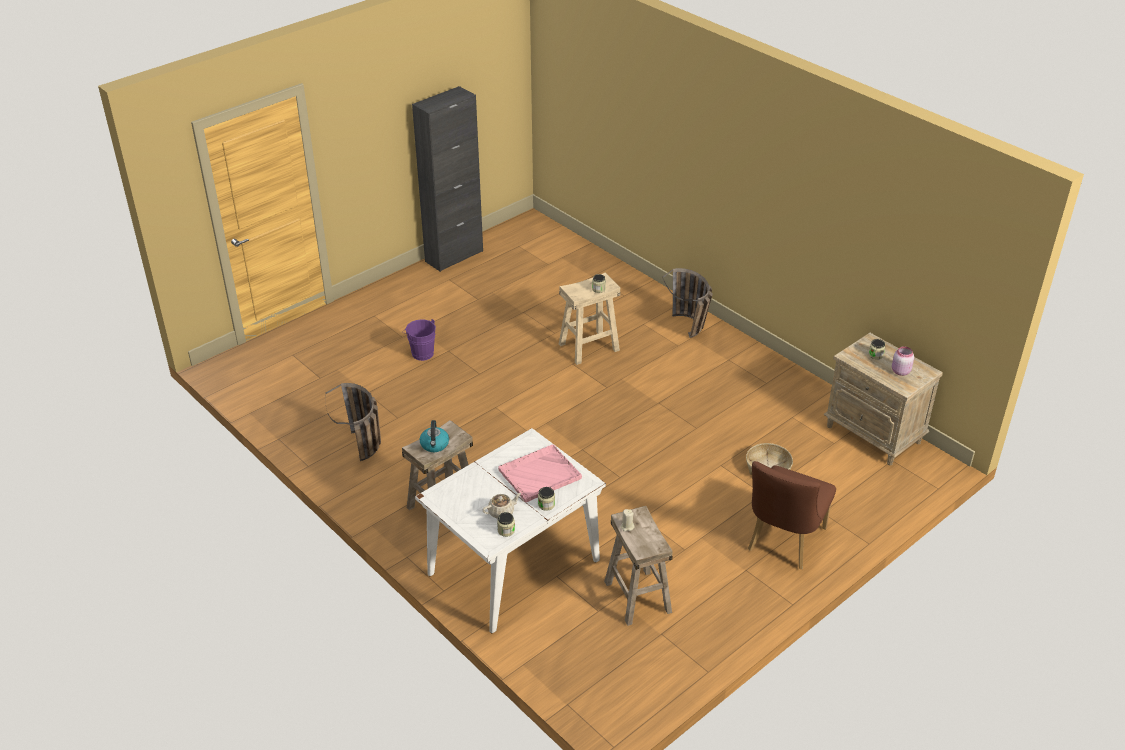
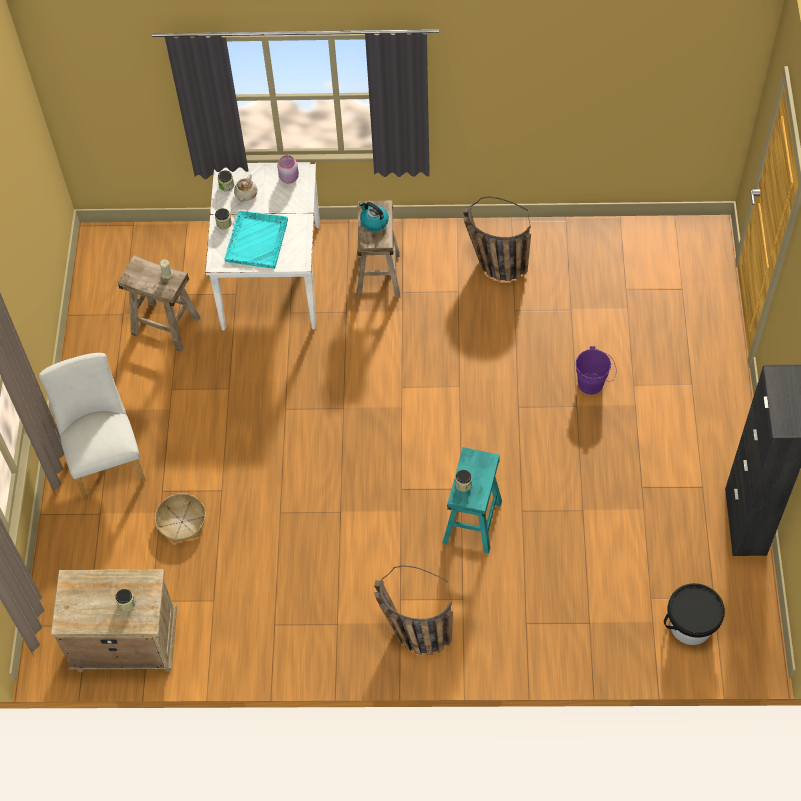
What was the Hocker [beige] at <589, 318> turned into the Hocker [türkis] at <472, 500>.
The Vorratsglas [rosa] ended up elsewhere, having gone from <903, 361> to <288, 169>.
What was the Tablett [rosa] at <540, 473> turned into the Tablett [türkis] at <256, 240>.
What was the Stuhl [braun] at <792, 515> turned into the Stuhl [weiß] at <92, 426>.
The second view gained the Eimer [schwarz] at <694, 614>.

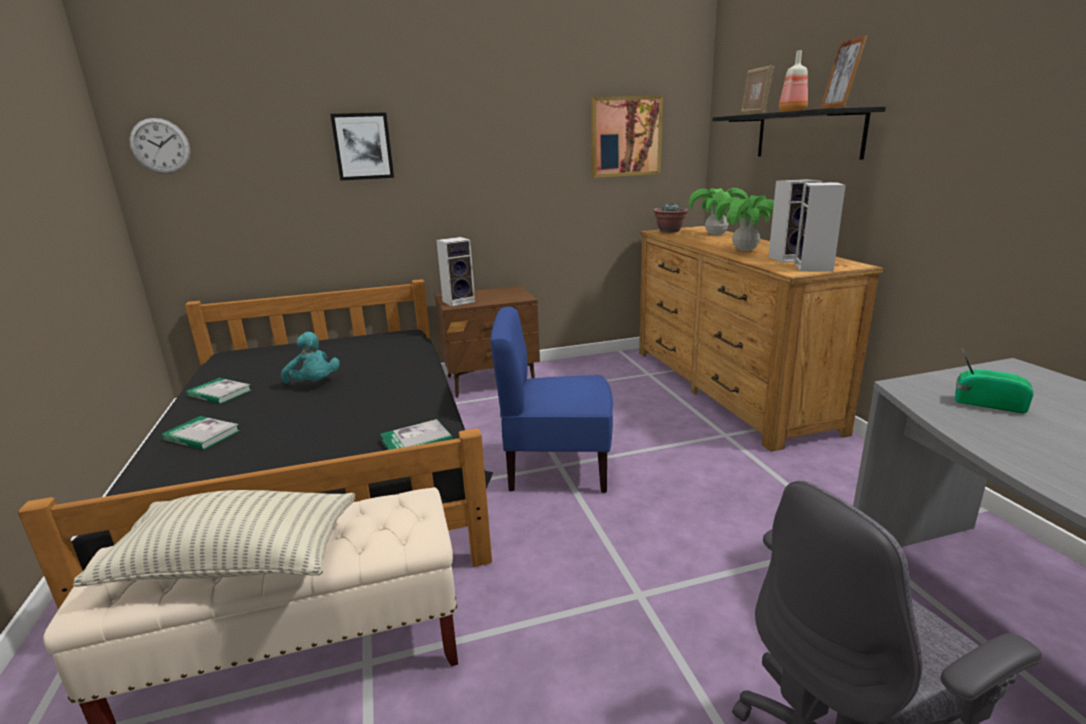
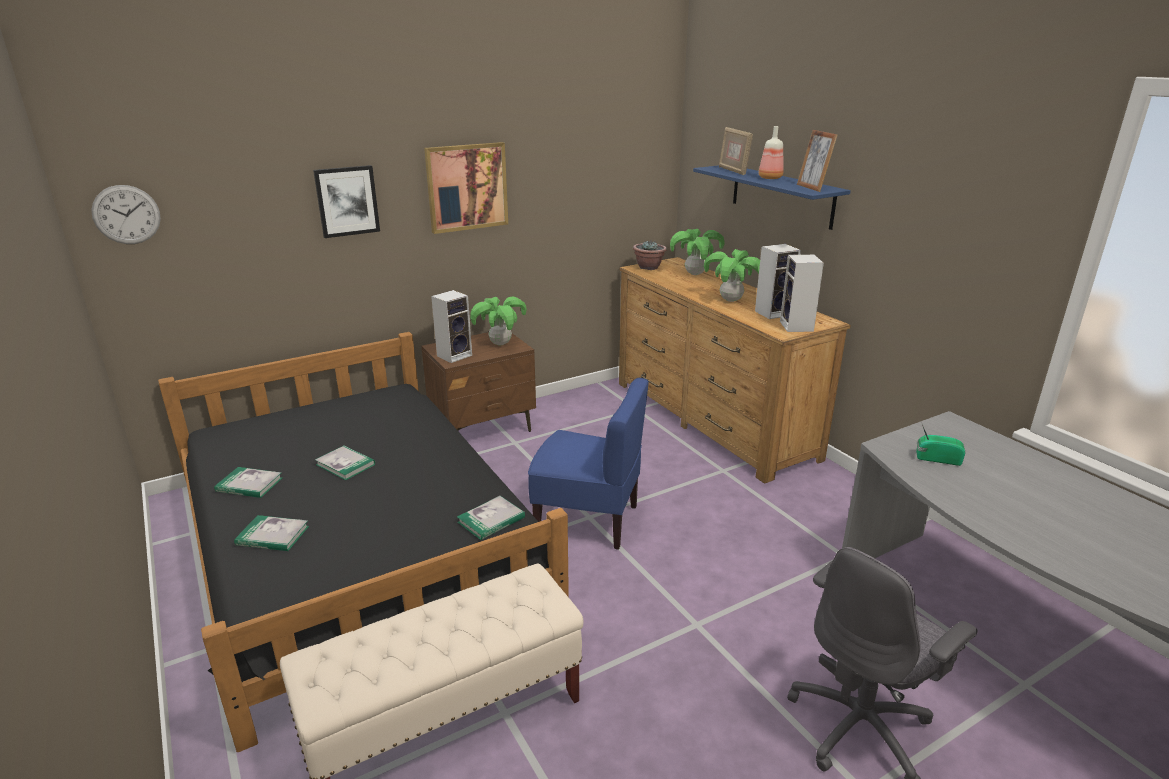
The Bild ended up elsewhere, having gone from <627, 137> to <466, 188>.
What was the Wandregal [schwarz] at <799, 132> turned into the Wandregal [blau] at <772, 197>.
The Stuhl [blau] at <551, 400> ended up facing another way, 150 degrees counterclockwise from before.
Where the Plüschtier [türkis] stood at <310, 358>, the Buch came to stand at <345, 463>.
The second view lost the Kissen at <214, 538>.
The second view gained the Topfpflanze at <498, 320>.

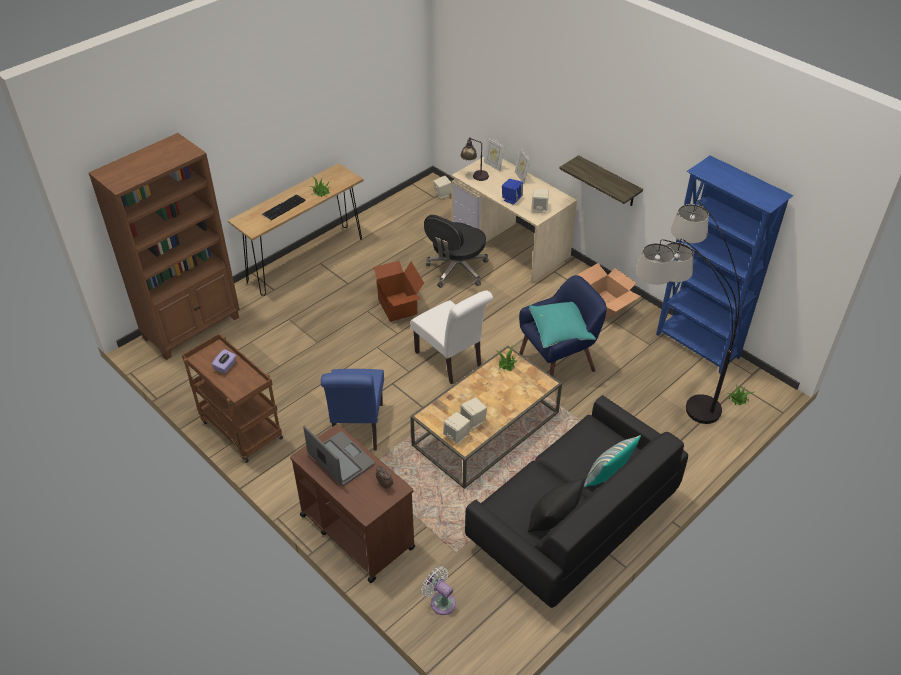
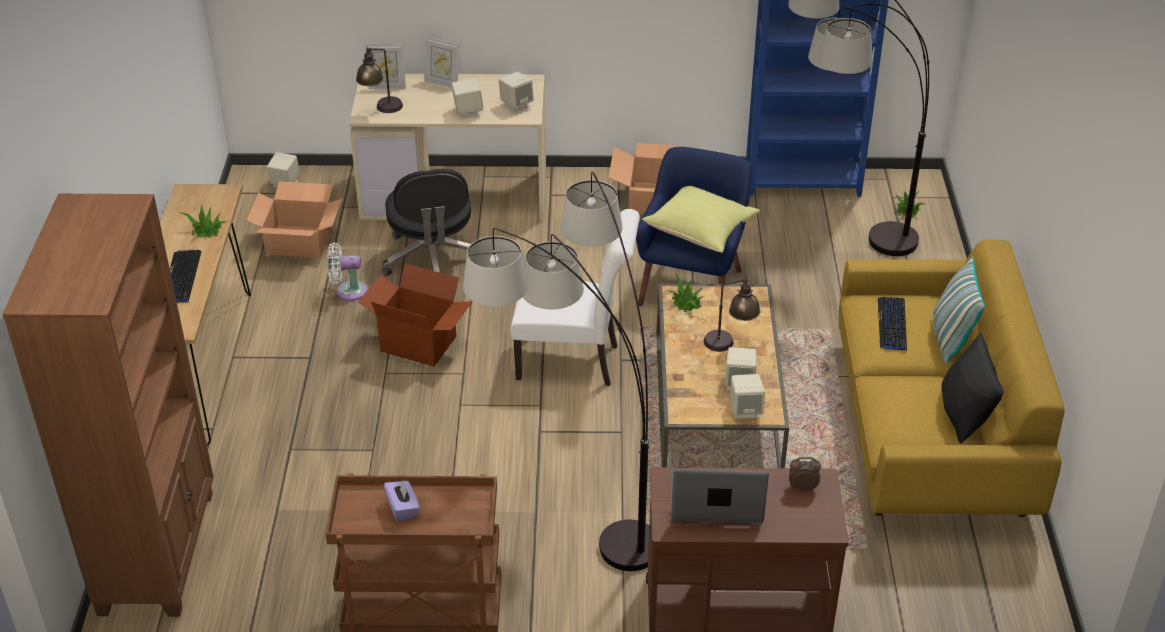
The second view lost the Wandregal at <601, 180>.
What was the Lautsprecher [blau] at <512, 192> turned into the Lautsprecher [beige] at <467, 98>.
What was the Kissen [türkis] at <562, 325> turned into the Kissen [gelb] at <701, 219>.
Where the Stuhl [blau] stood at <352, 410>, the Stehlampe came to stand at <556, 371>.
What was the Sofa [schwarz] at <576, 501> turned into the Sofa [gelb] at <952, 378>.
The Ventilator [weiß] ended up elsewhere, having gone from <439, 590> to <347, 271>.
The second view gained the Karton at <294, 219>.
The second view gained the Tischlampe at <732, 314>.
The second view gained the Tastatur at <892, 324>.

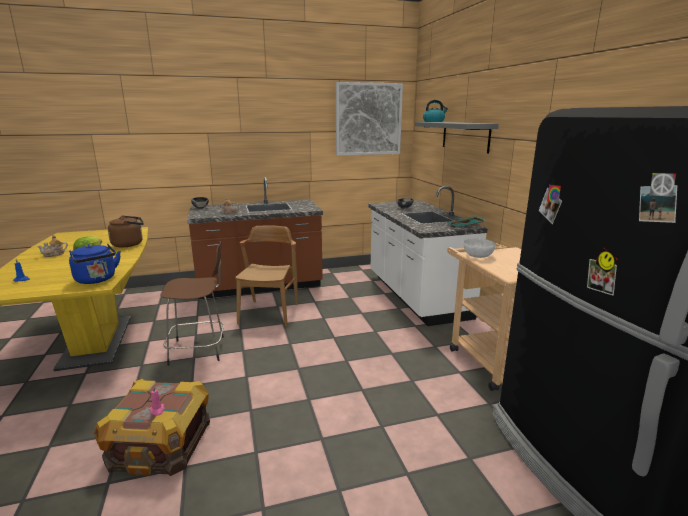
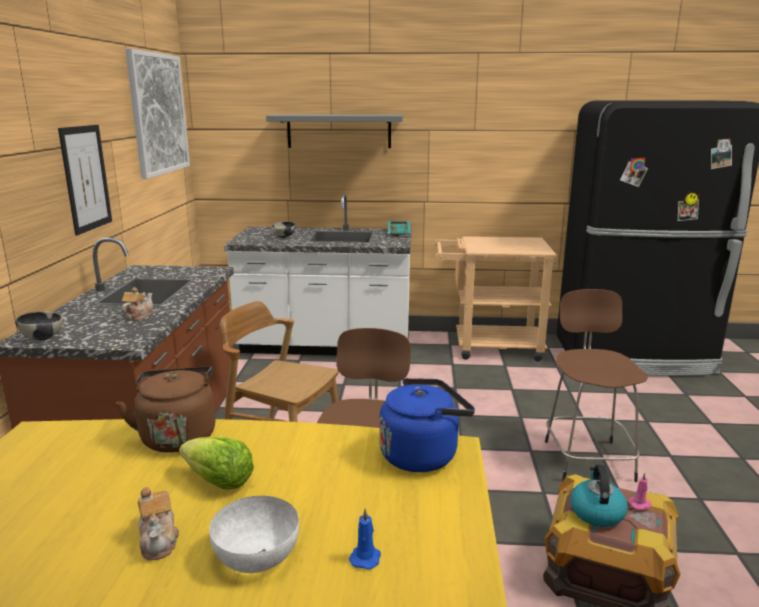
The Wasserkessel ended up elsewhere, having gone from <435, 111> to <599, 495>.
The Schüssel [weiß] ended up elsewhere, having gone from <479, 248> to <254, 534>.
The second view gained the Bild at <85, 180>.
The second view gained the Hocker [braun] at <596, 385>.

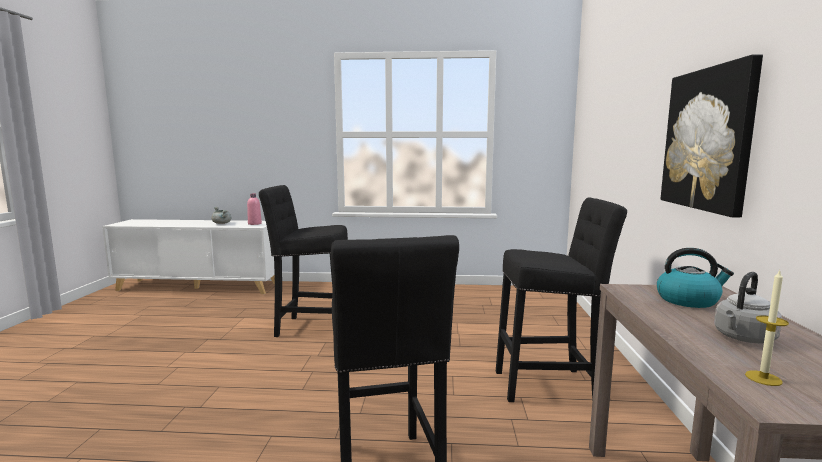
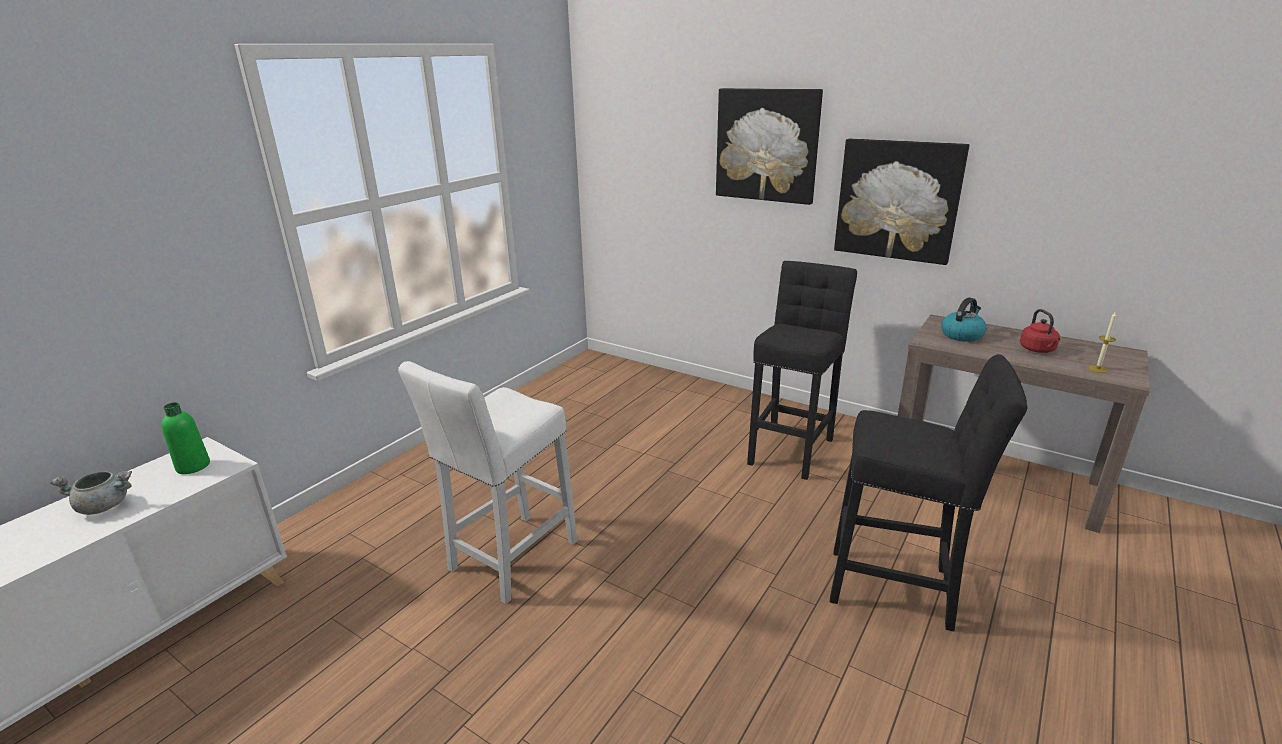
What was the Hocker [schwarz] at <303, 261> turned into the Hocker [weiß] at <487, 482>.
What was the Flasche [rosa] at <254, 209> turned into the Flasche [grün] at <185, 438>.
What was the Wasserkessel [grau] at <748, 307> turned into the Wasserkessel [rot] at <1040, 331>.
The second view gained the Bild at <769, 146>.

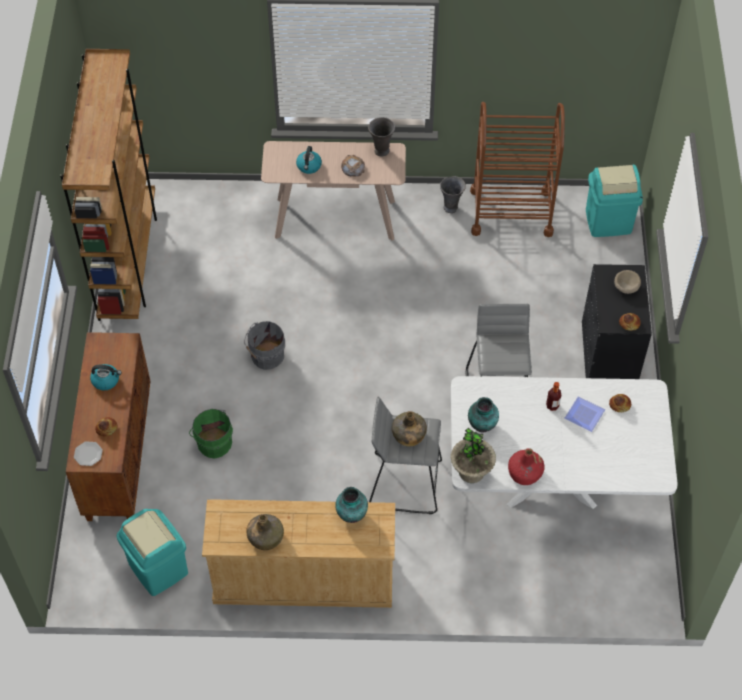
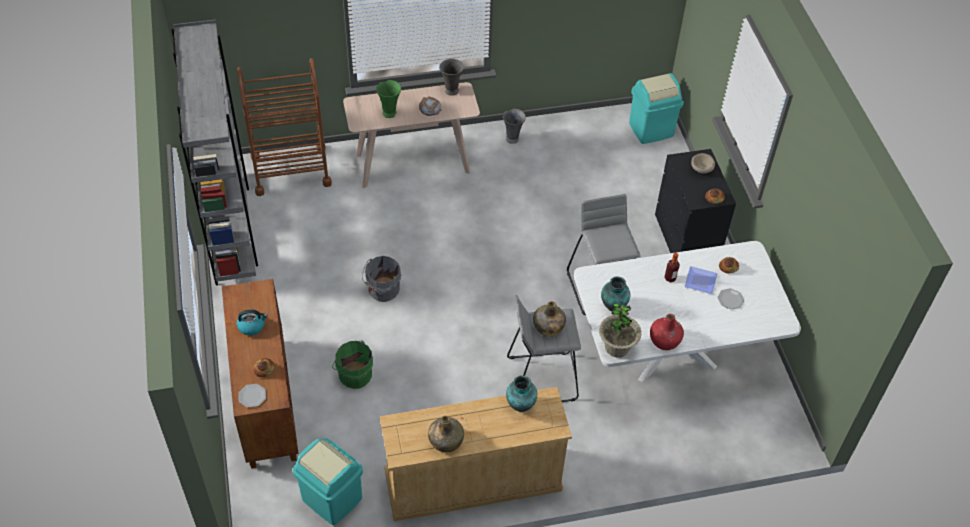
What was the Bücherregal [braun] at <108, 185> turned into the Bücherregal [grau] at <214, 152>.
The Rollwagen [braun] ended up elsewhere, having gone from <517, 169> to <284, 127>.
Where the Wasserkessel stood at <309, 160>, the Vase [grün] came to stand at <388, 99>.
The second view gained the Teller at <730, 299>.

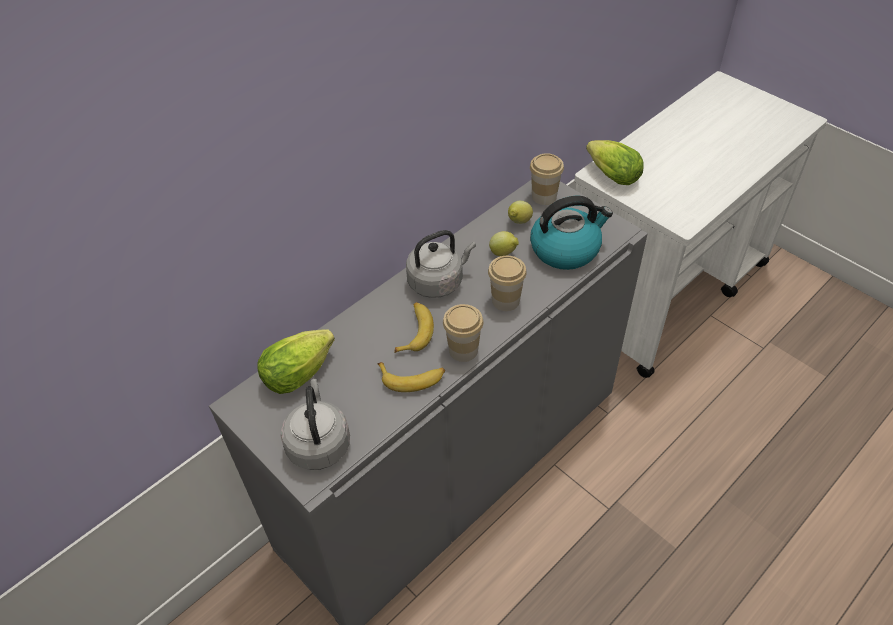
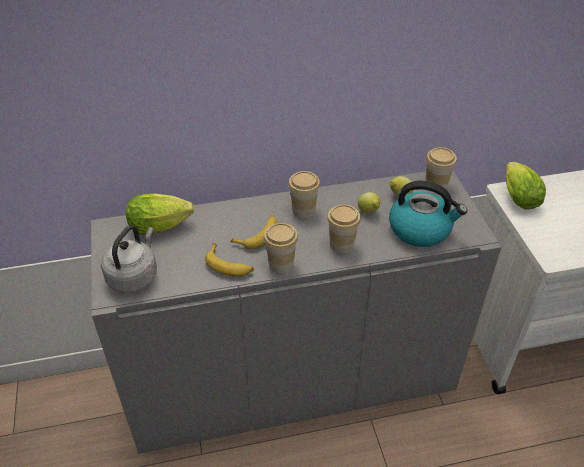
Where the Wasserkessel [grau] stood at <441, 264>, the Tasse came to stand at <304, 194>.

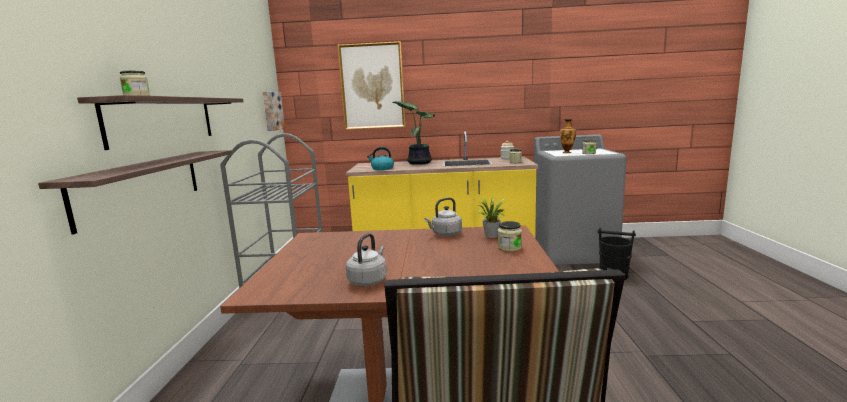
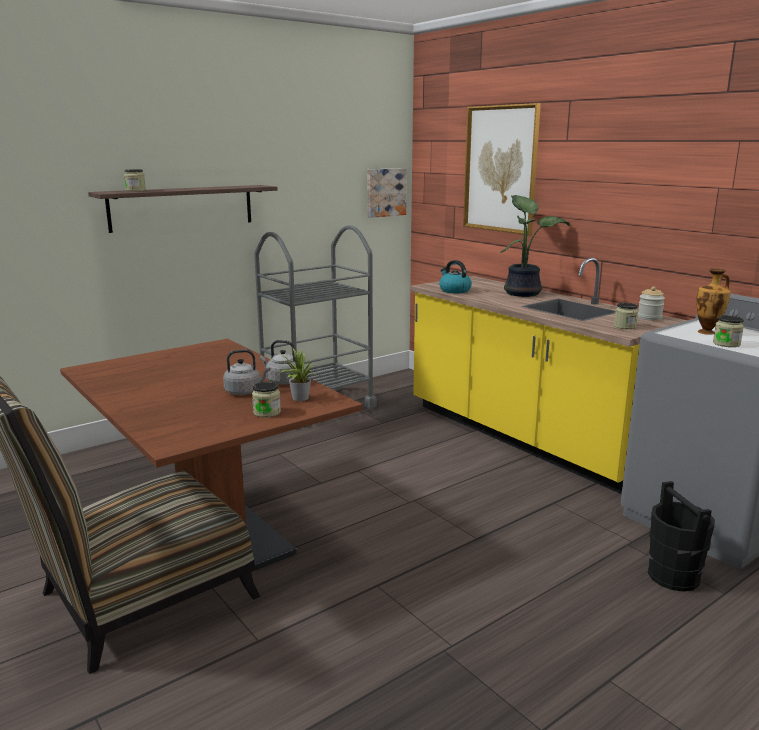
The second view lost the Wandregal at <135, 192>.
The Wasserkessel [grau] ended up elsewhere, having gone from <366, 259> to <247, 372>.

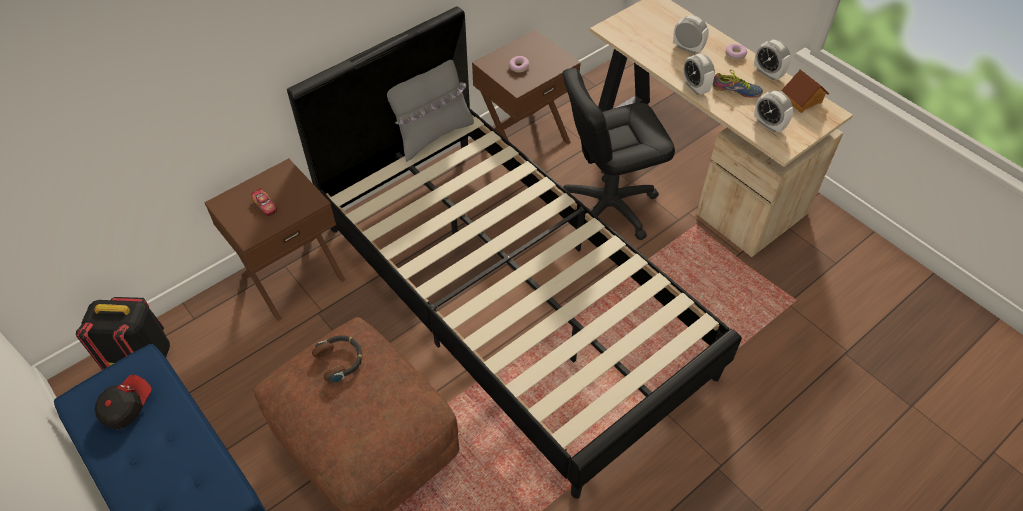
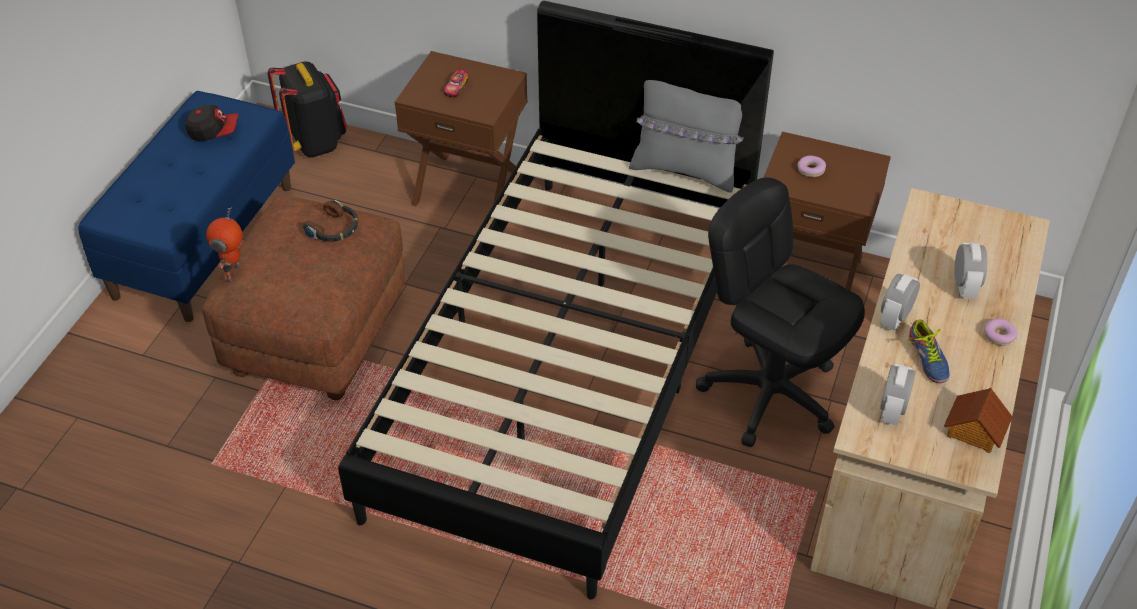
The second view lost the Wecker at <772, 60>.
The second view gained the Spielzeugroboter at <224, 244>.

